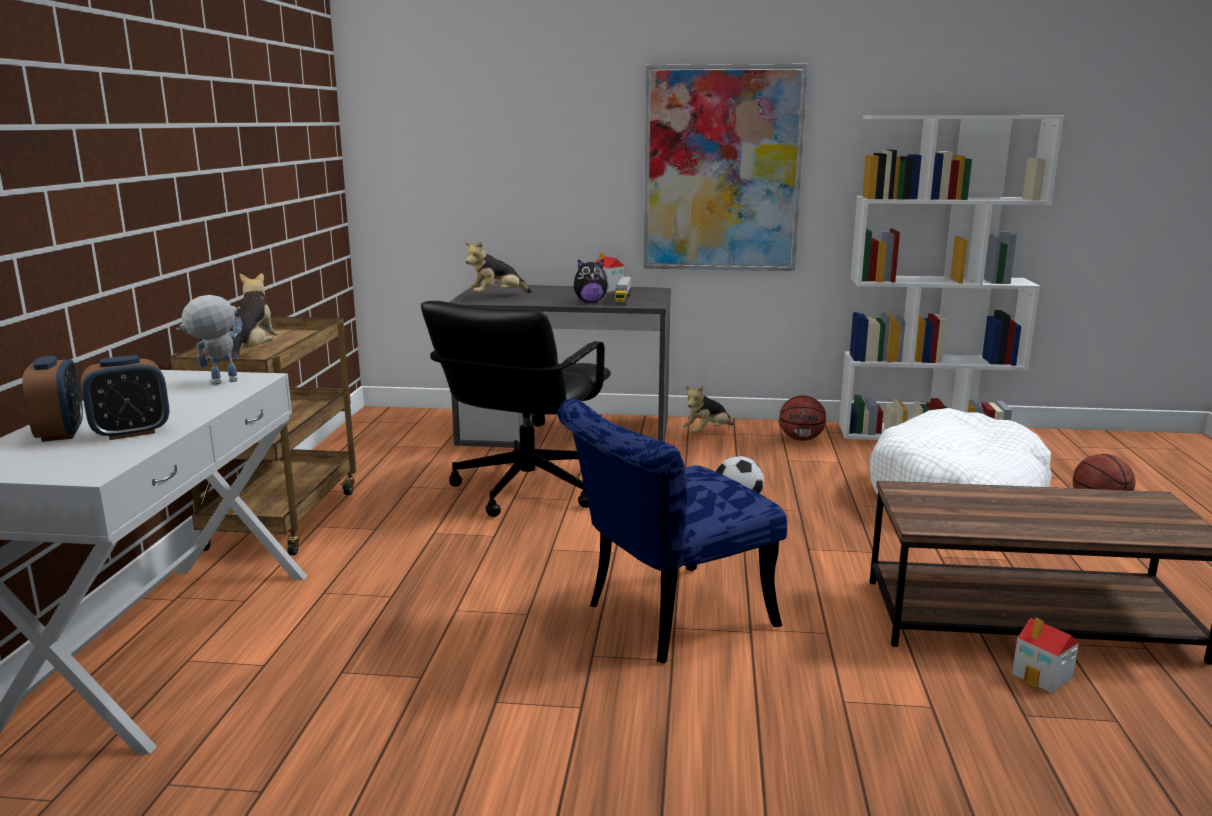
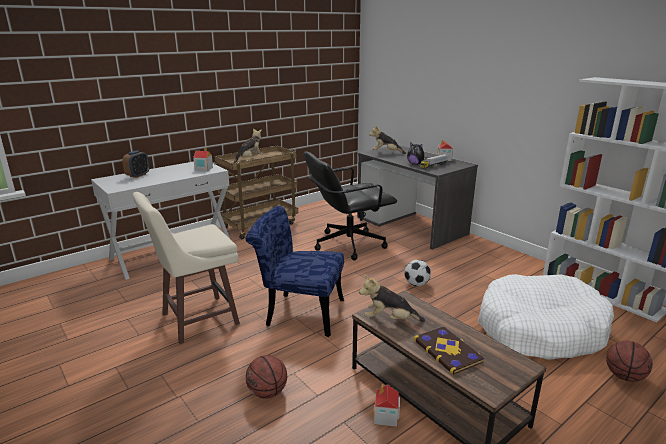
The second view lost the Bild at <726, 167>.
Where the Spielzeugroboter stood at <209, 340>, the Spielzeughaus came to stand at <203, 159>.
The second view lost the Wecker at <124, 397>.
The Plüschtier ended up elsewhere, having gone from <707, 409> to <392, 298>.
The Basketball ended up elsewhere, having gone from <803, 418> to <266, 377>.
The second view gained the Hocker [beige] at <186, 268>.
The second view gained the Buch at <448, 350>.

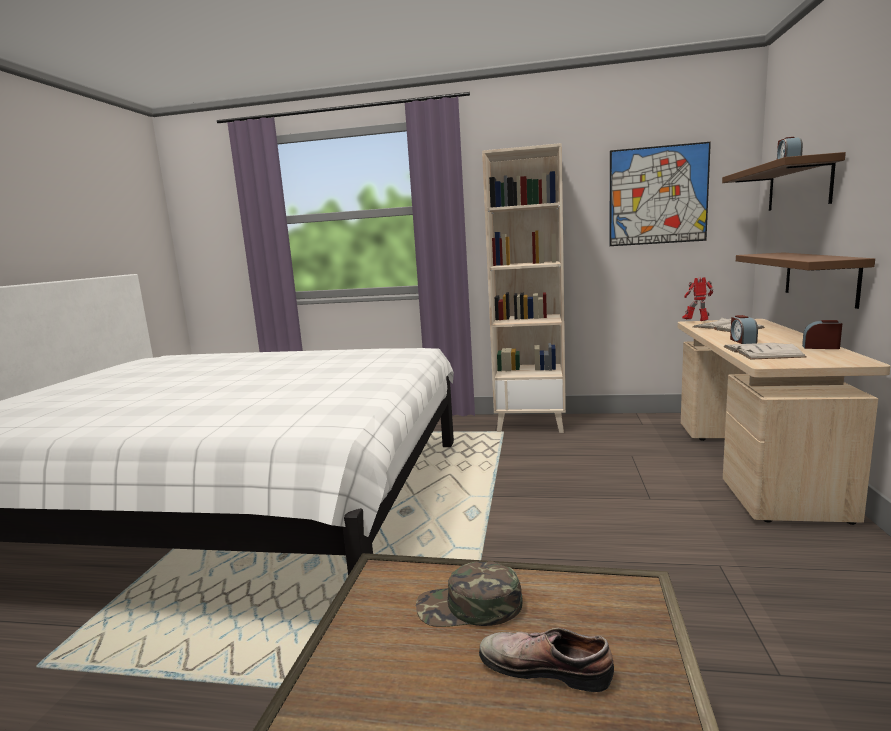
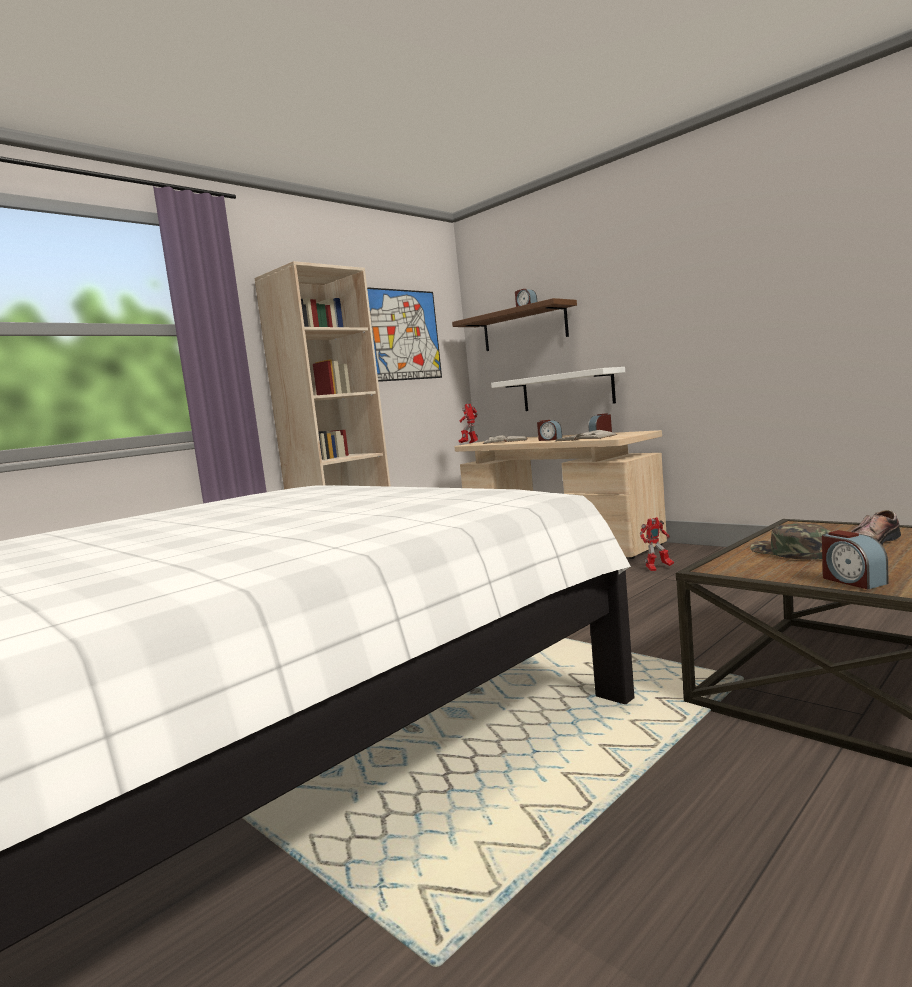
What was the Wandregal [braun] at <805, 280> turned into the Wandregal [weiß] at <558, 389>.
The Kappe [grün] at <469, 594> ended up facing another way, 120 degrees clockwise from before.
The second view gained the Spielzeugroboter at <657, 544>.
The second view gained the Wecker at <855, 559>.

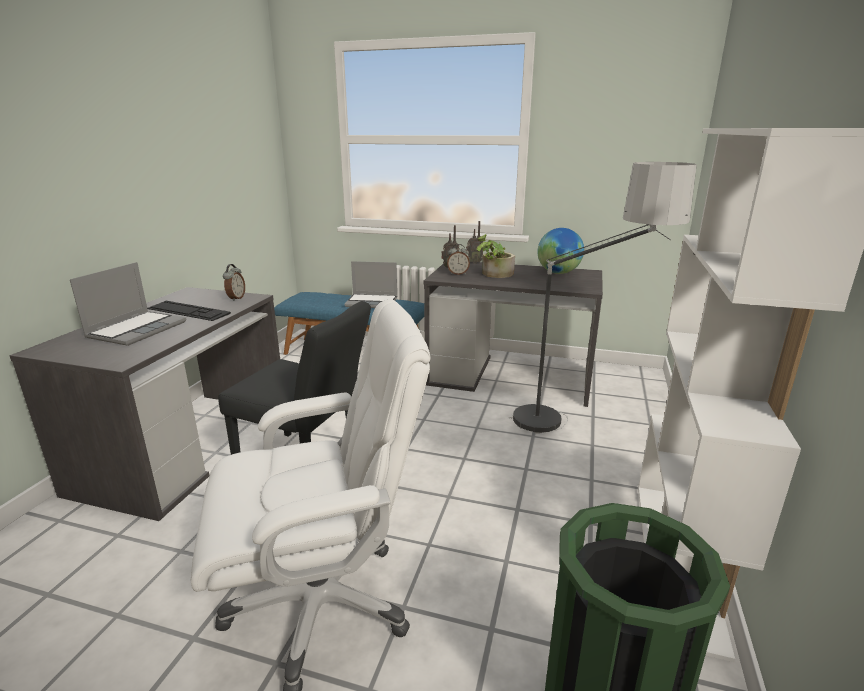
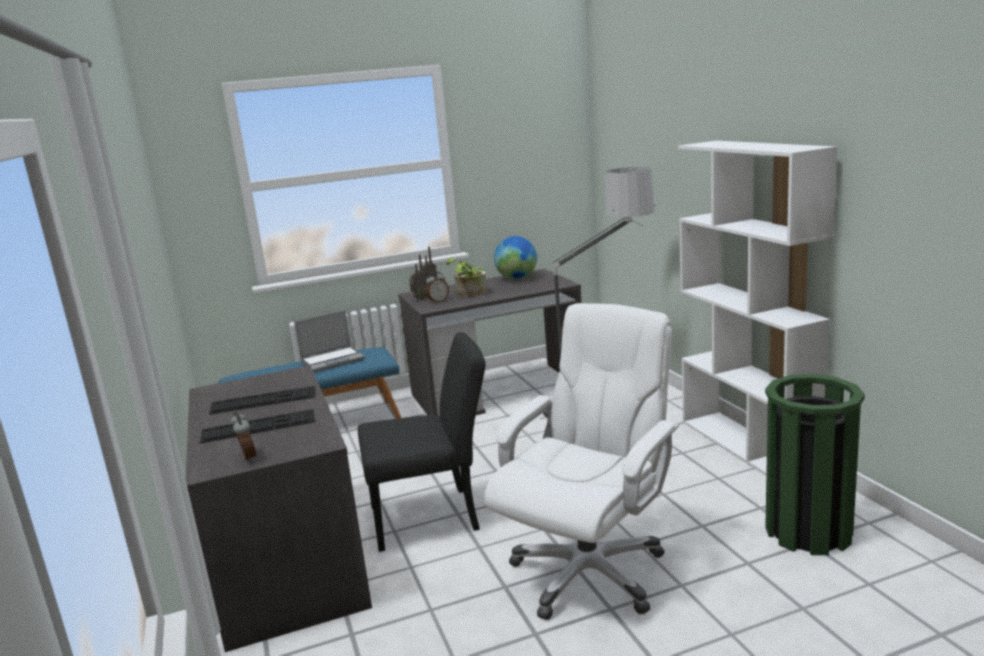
Where the Laptop stood at <128, 304>, the Tastatur came to stand at <257, 426>.
The Wecker ended up elsewhere, having gone from <234, 282> to <243, 436>.

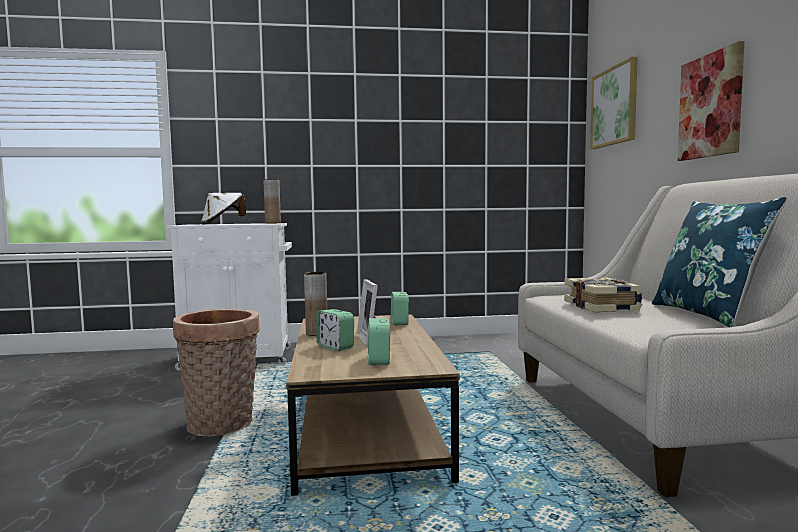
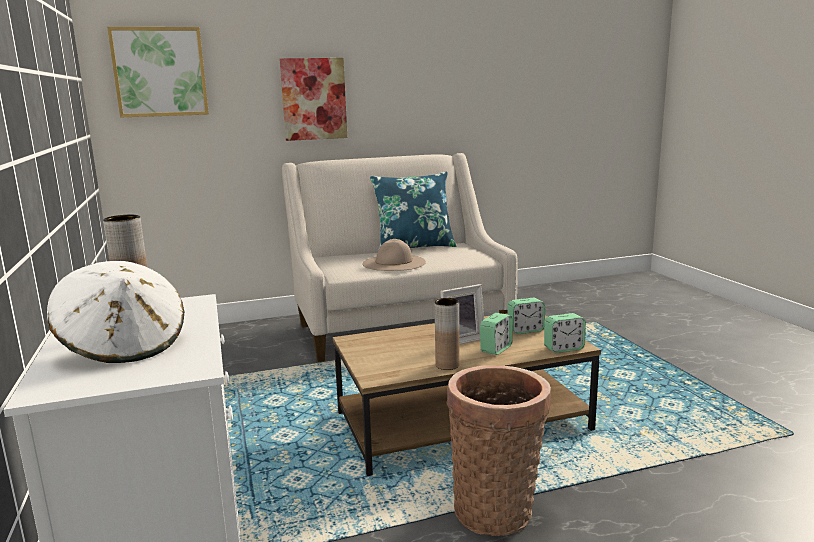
Where the Buch stood at <603, 294>, the Hut [beige] came to stand at <394, 255>.
The Wecker ended up elsewhere, having gone from <400, 308> to <565, 333>.

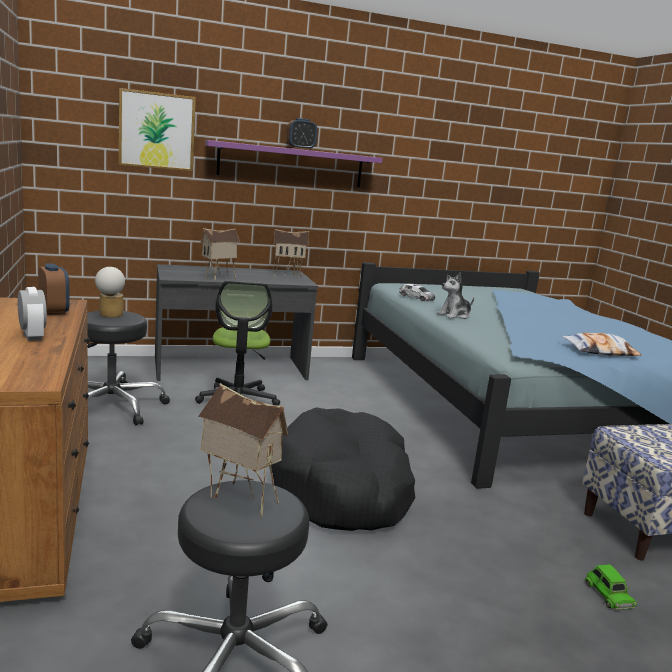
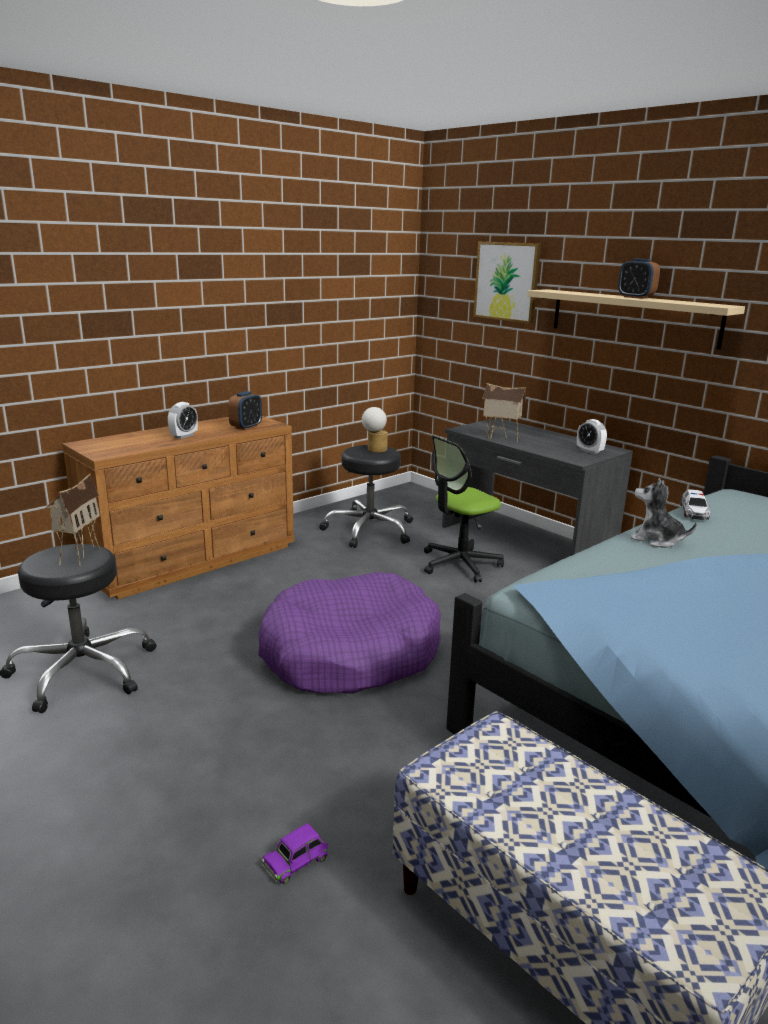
What was the Wandregal [lila] at <294, 163> turned into the Wandregal [beige] at <636, 319>.
Where the Spielzeughaus stood at <290, 253>, the Wecker came to stand at <592, 436>.
The second view lost the Kissen at <602, 344>.
What was the Hundebett [schwarz] at <343, 469> turned into the Hundebett [lila] at <349, 633>.
What was the Spielzeugauto [grün] at <611, 587> turned into the Spielzeugauto [lila] at <294, 853>.

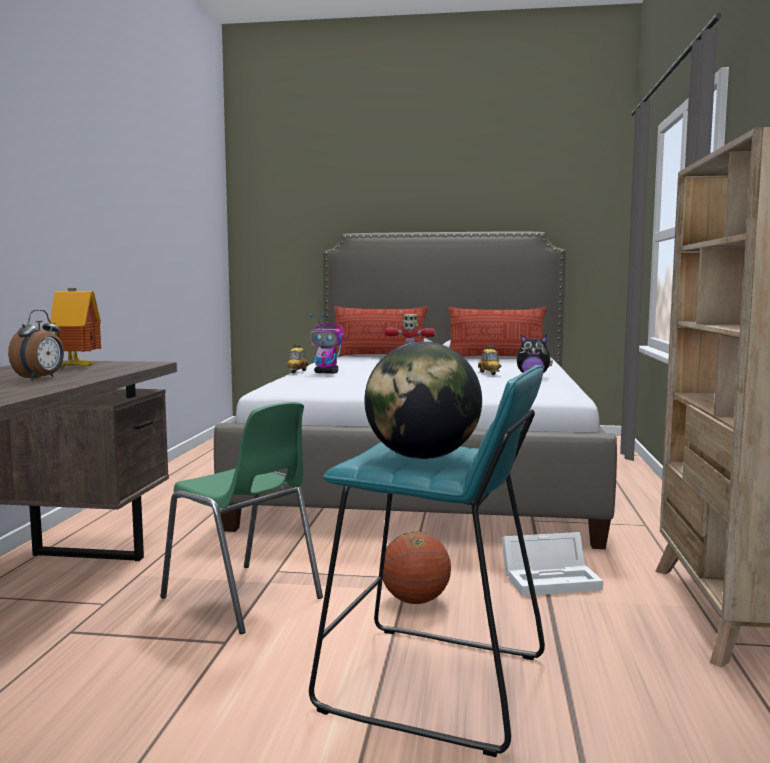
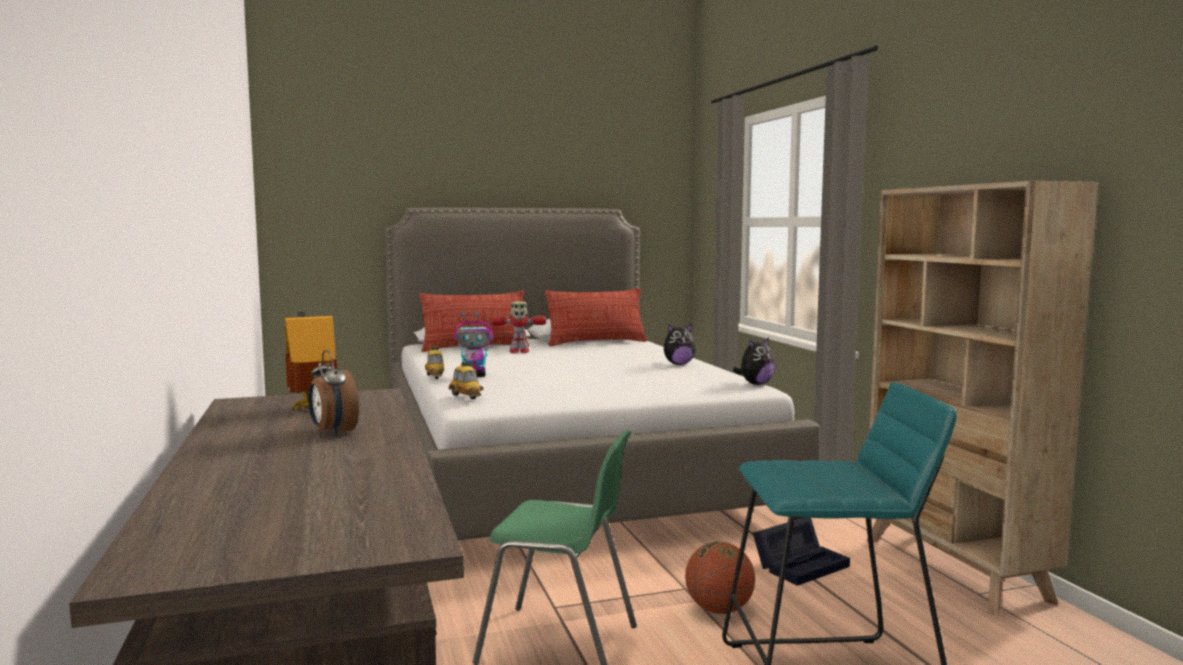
The Wecker at <36, 344> ended up facing another way, 150 degrees clockwise from before.
The second view lost the Globus at <423, 400>.
The Spielzeugauto ended up elsewhere, having gone from <490, 360> to <466, 380>.
What was the Aufbewahrungsbox [weiß] at <552, 564> turned into the Aufbewahrungsbox [schwarz] at <801, 551>.
The second view gained the Plüschtier at <754, 361>.

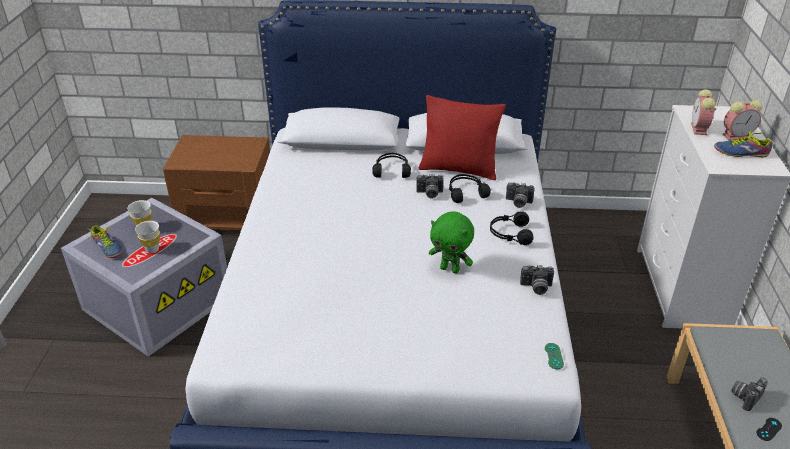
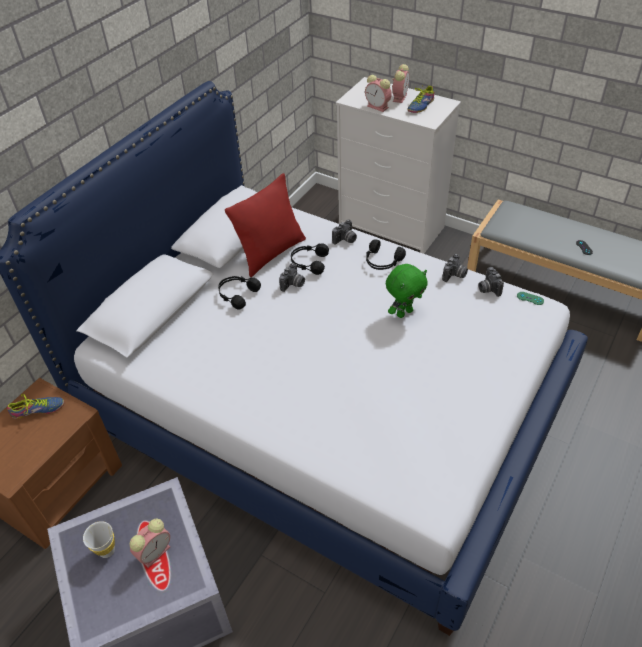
Where the Tasse [weiß] stood at <147, 237>, the Wecker came to stand at <149, 543>.
The Schuh ended up elsewhere, having gone from <104, 241> to <35, 406>.
The Kamera ended up elsewhere, having gone from <749, 394> to <491, 282>.

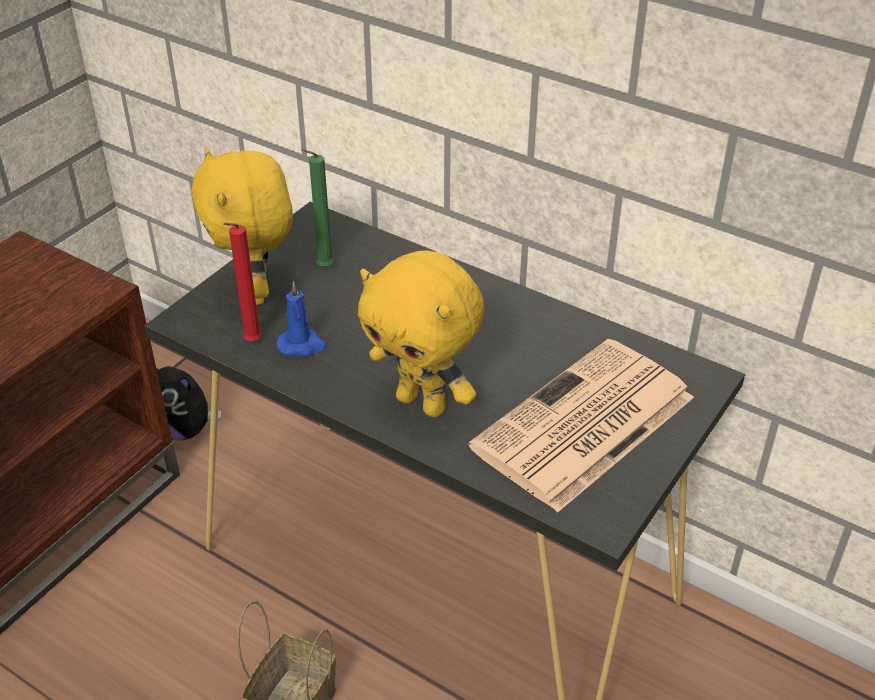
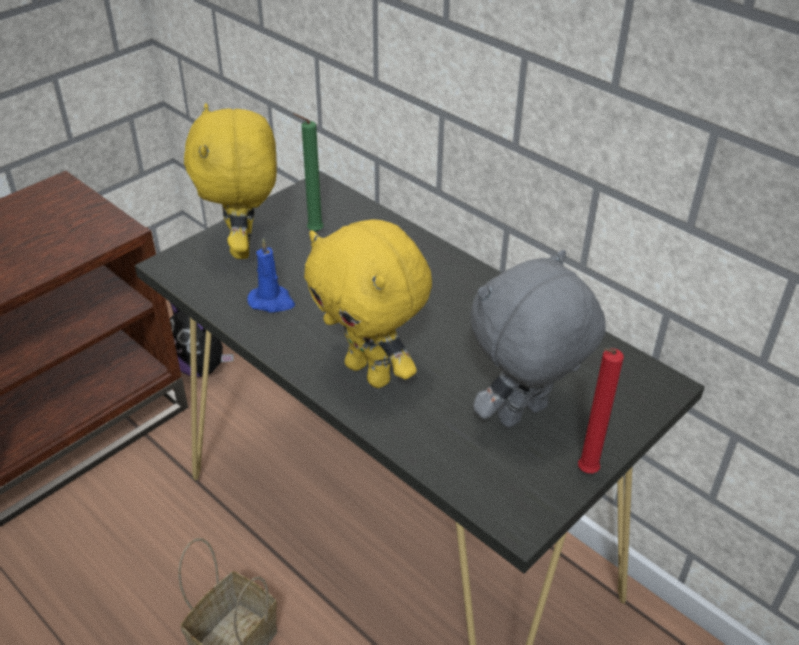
The Kerze [rot] ended up elsewhere, having gone from <242, 282> to <601, 410>.
Where the Zeitung stood at <581, 426>, the Plüschtier [grau] came to stand at <538, 339>.

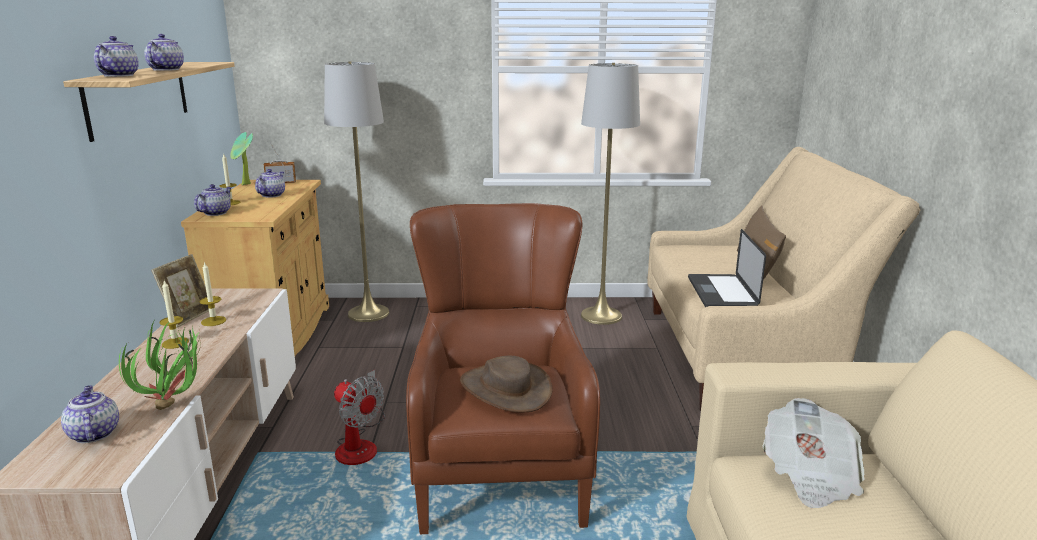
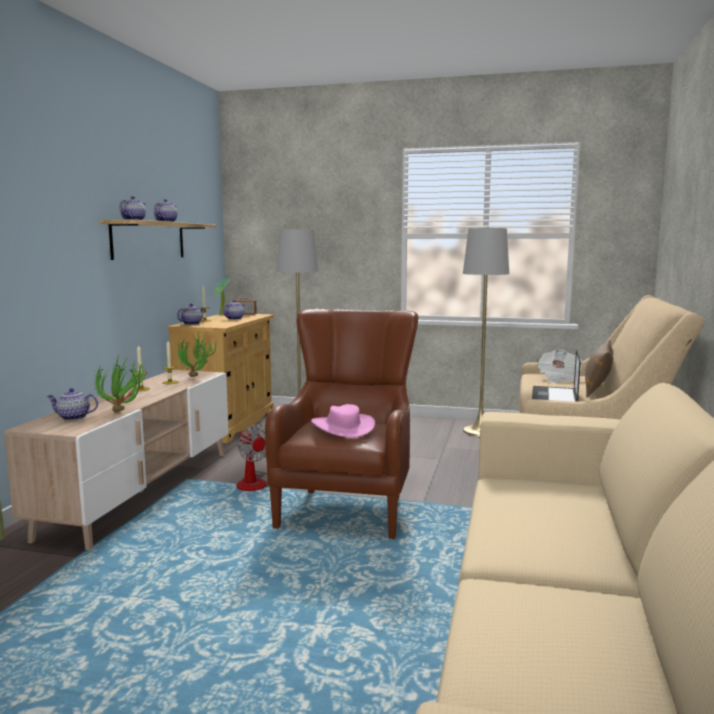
The second view lost the Bilderrahmen at <180, 291>.
What was the Hut [braun] at <506, 384> turned into the Hut [rosa] at <343, 421>.
The Teekanne at <90, 414> ended up facing another way, 75 degrees counterclockwise from before.
The Zeitung ended up elsewhere, having gone from <813, 453> to <560, 366>.
The second view gained the Topfpflanze at <197, 354>.

